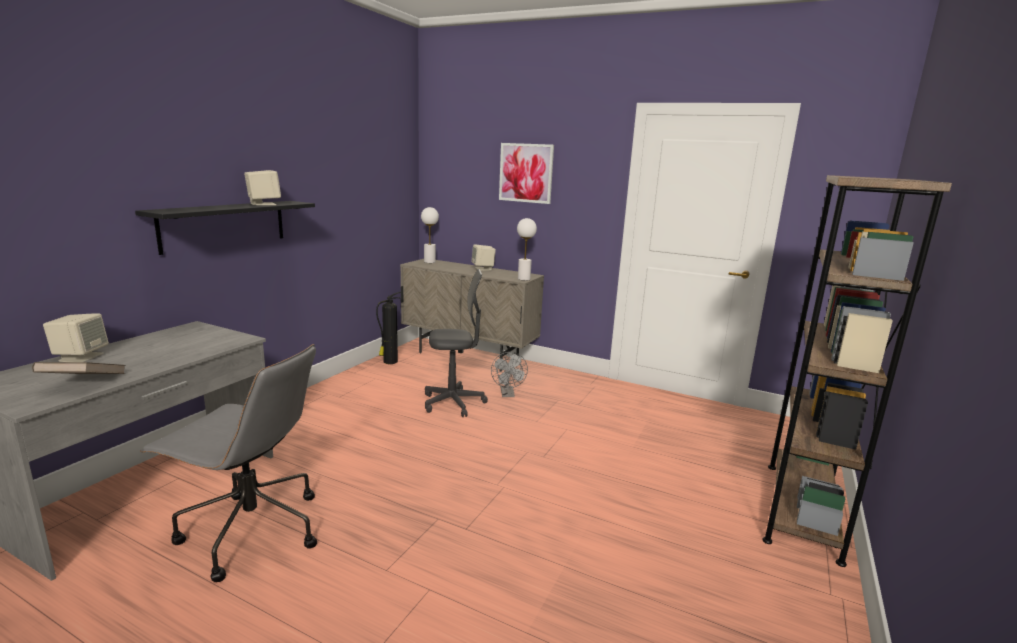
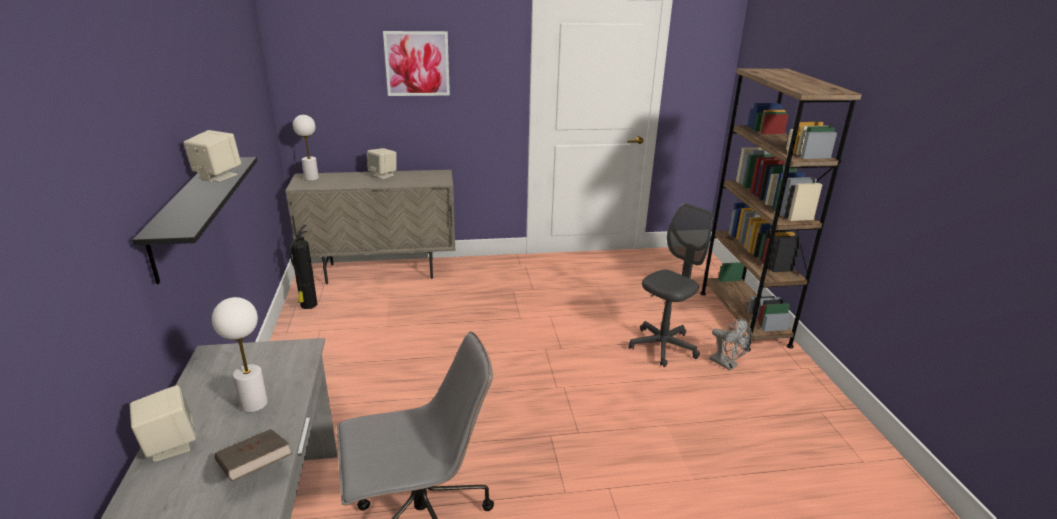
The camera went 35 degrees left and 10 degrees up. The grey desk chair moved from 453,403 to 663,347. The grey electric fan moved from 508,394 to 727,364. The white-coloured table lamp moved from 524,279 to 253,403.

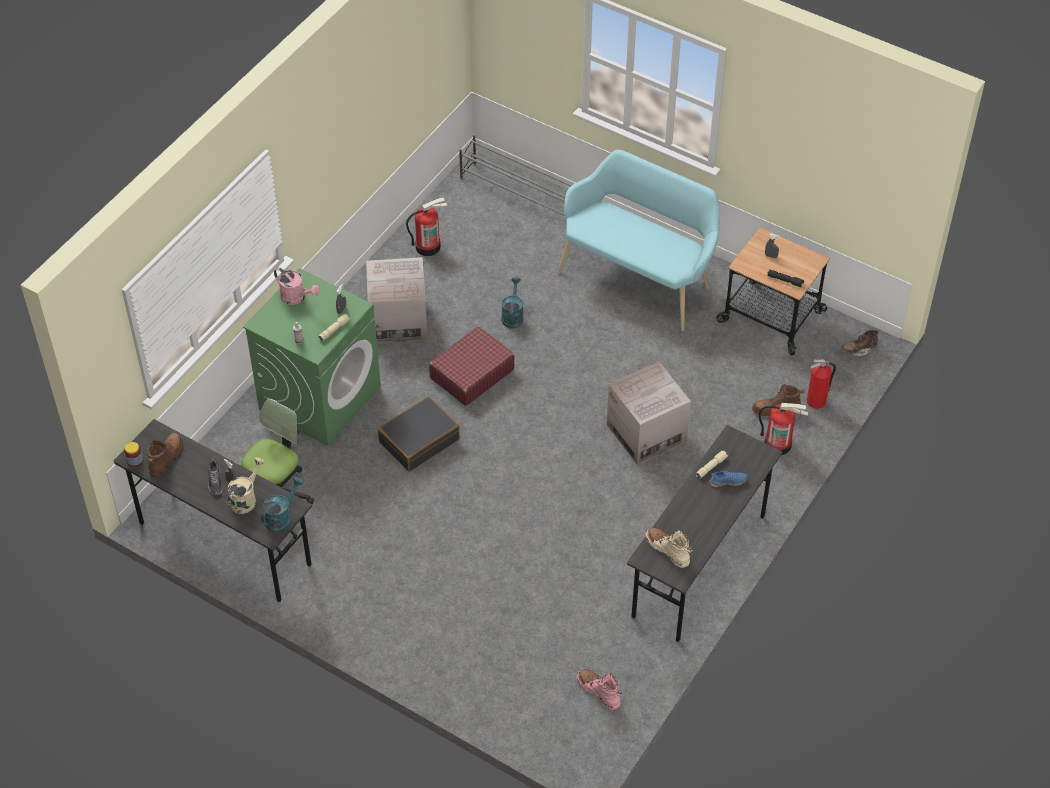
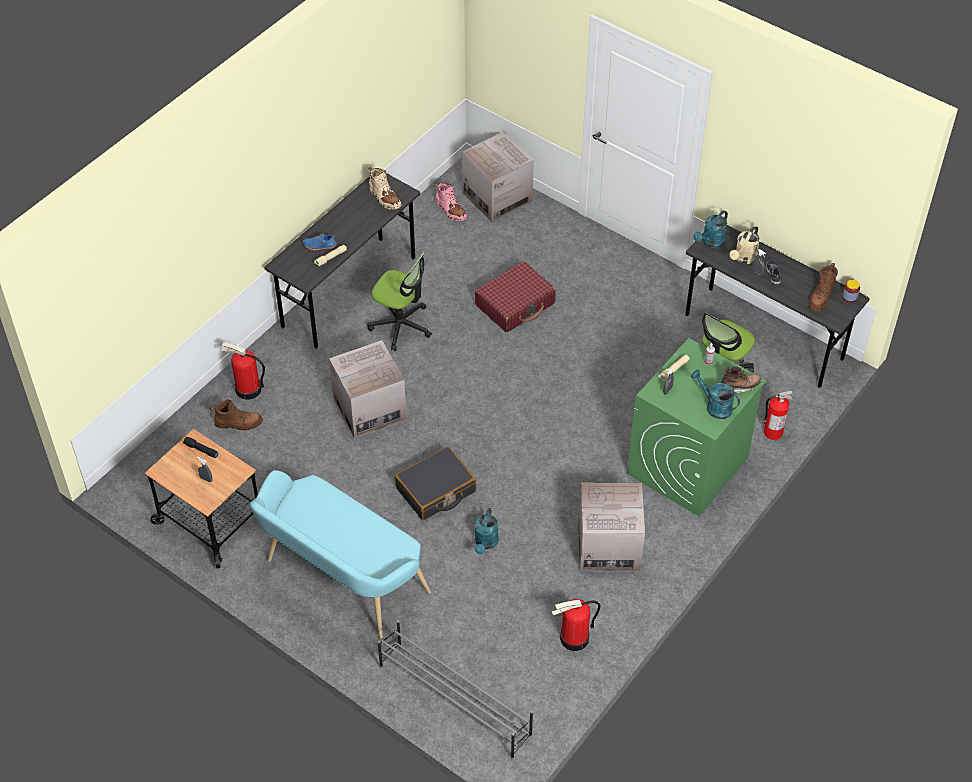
The camera went 175 degrees left and 0 degrees up. The pink watering pot at 296,298 became the turquoise watering pot at 714,406. The blackish piece of luggage moved from 419,440 to 436,490. The red piece of luggage moved from 471,374 to 515,304. The fire-fighting cylinder moved from 816,401 to 772,432. The brown-coloured high-top boot moved from 858,349 to 739,386. The desk chair at 401,325 appeared. The packing box at 497,197 appeared.

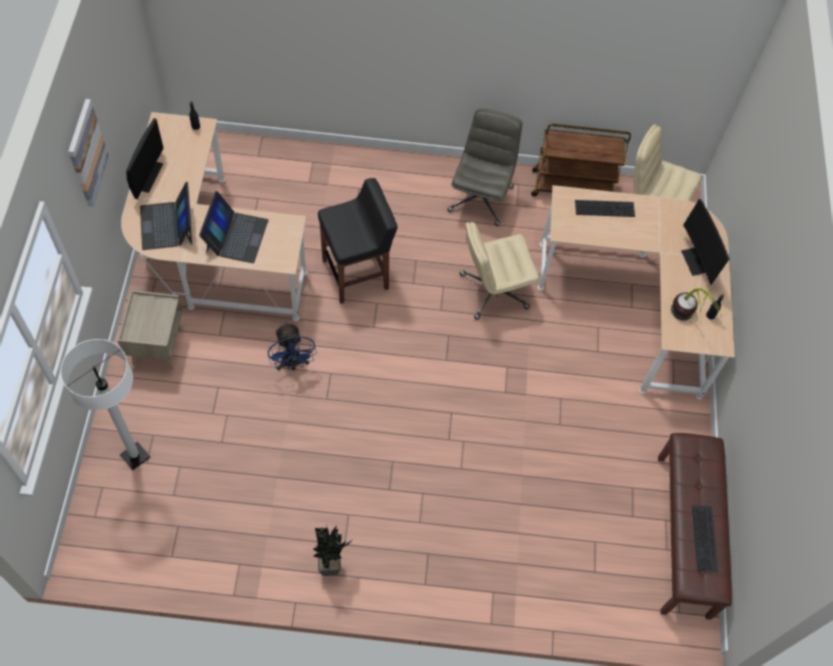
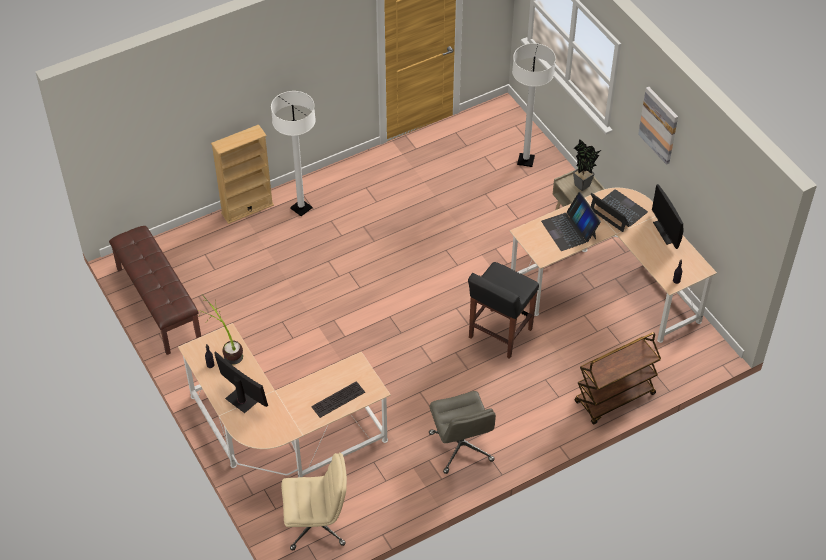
The camera went 150 degrees right and 10 degrees down. The blue-coloured electric fan at 292,364 disappeared. The houseplant moved from 331,564 to 582,187. The sand-coloured desk chair at 493,291 disappeared. The brown-coloured cart moved from 572,187 to 614,399. The computer keyboard at 705,538 disappeared. The sand-coloured bookshelf at 247,209 appeared. The white-coloured floor lamp at 301,208 appeared.

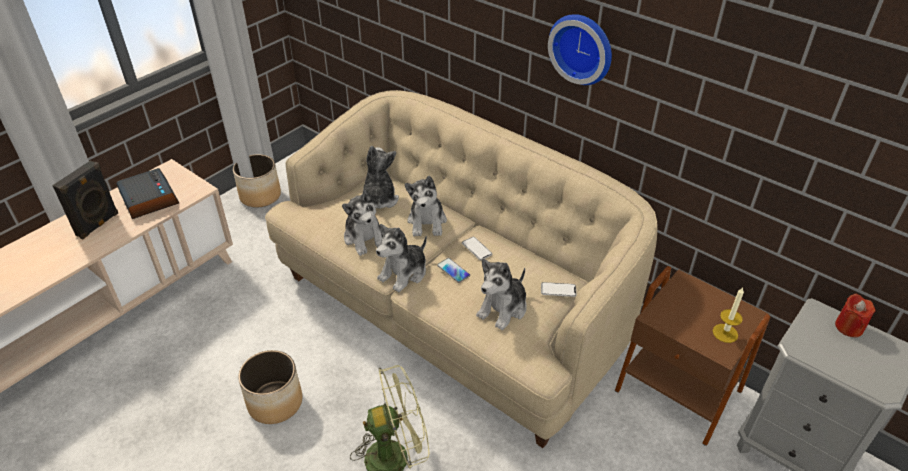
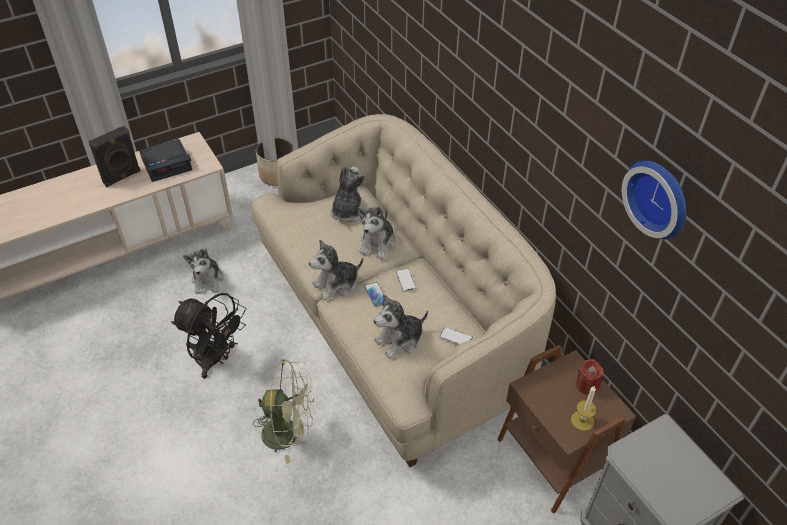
The camera went 20 degrees right and 5 degrees up. The alarm clock at 148,199 turned 75 degrees clockwise. The planter at 275,402 was replaced by the blackish electric fan at 215,360. The soft toy moved from 364,238 to 208,280. The wall clock moved from 582,48 to 659,197. The red wax light moved from 849,327 to 587,385.

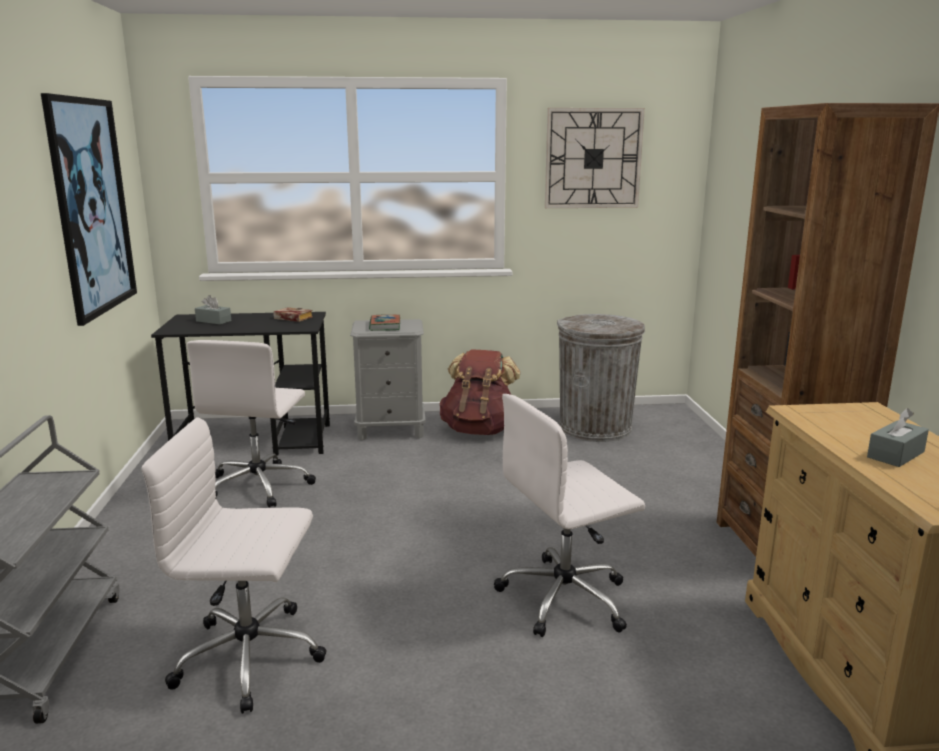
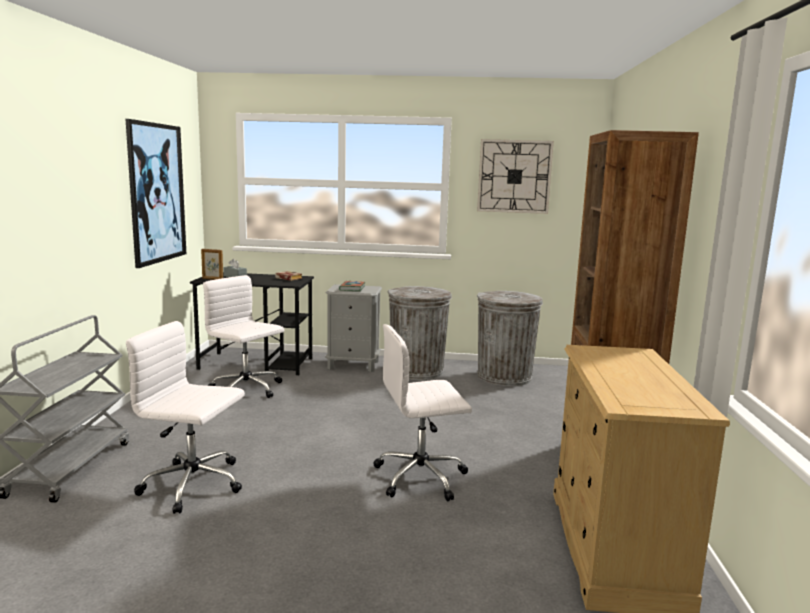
The camera went 10 degrees right and 5 degrees down. The white-coloured desk chair at 259,485 turned 105 degrees clockwise. The brown-coloured backpack at 480,430 was replaced by the grey trash can at 417,371. The grey box of tissues at 895,454 disappeared. The photo frame at 212,279 appeared.

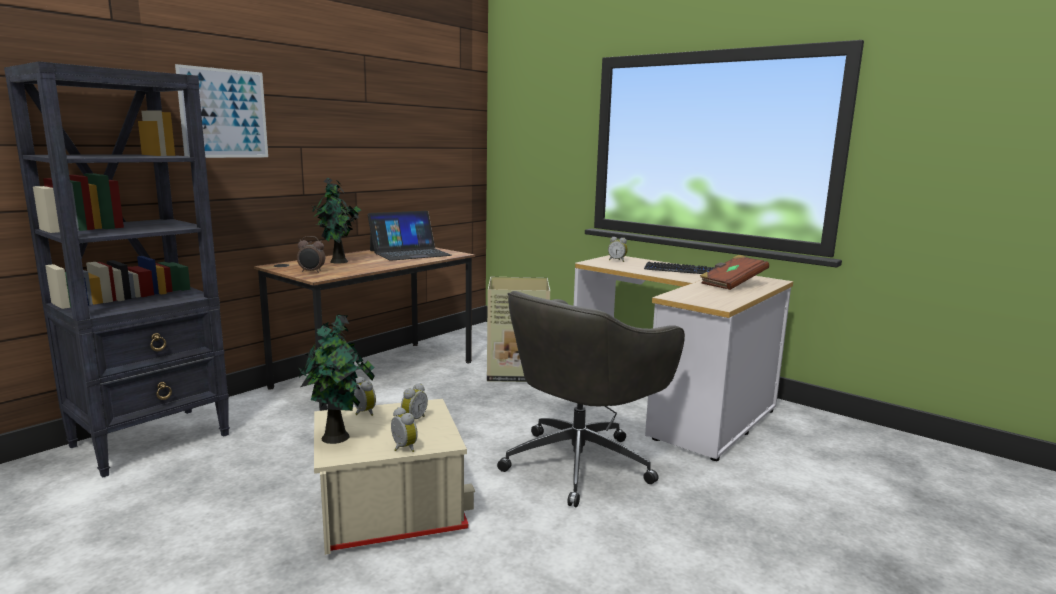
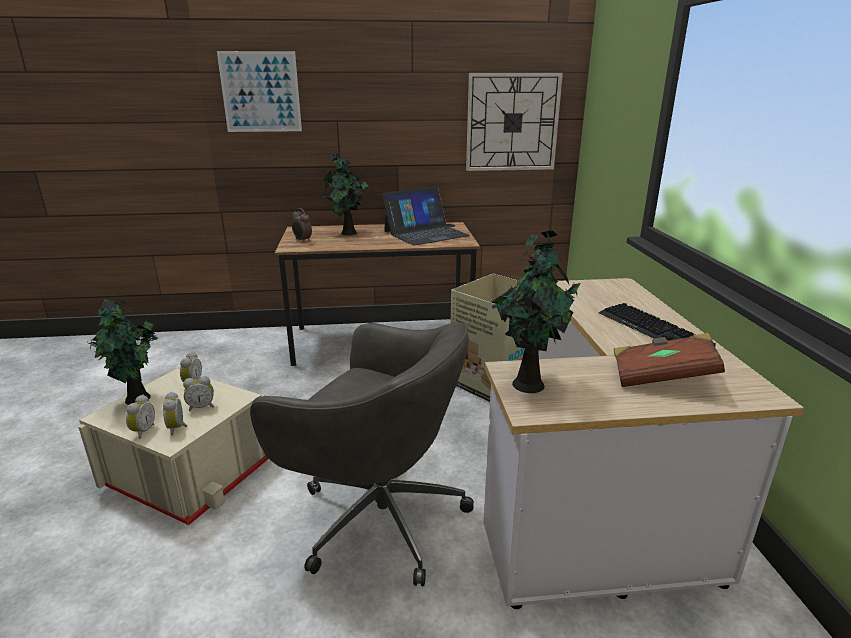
The camera went 45 degrees right and 10 degrees up. The blackish bookshelf at 152,440 disappeared. The laptop at 410,253 turned 45 degrees counterclockwise. The grey desk chair at 581,462 turned 150 degrees counterclockwise. The alarm clock moved from 617,260 to 178,428. The wall clock at 512,122 appeared. The houseplant at 528,383 appeared.

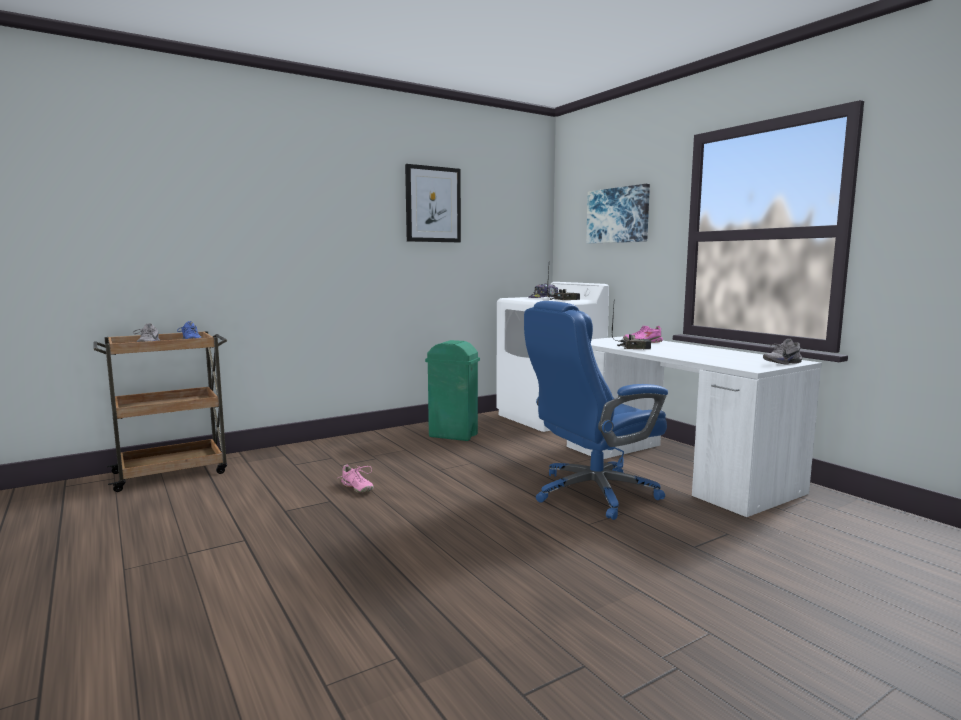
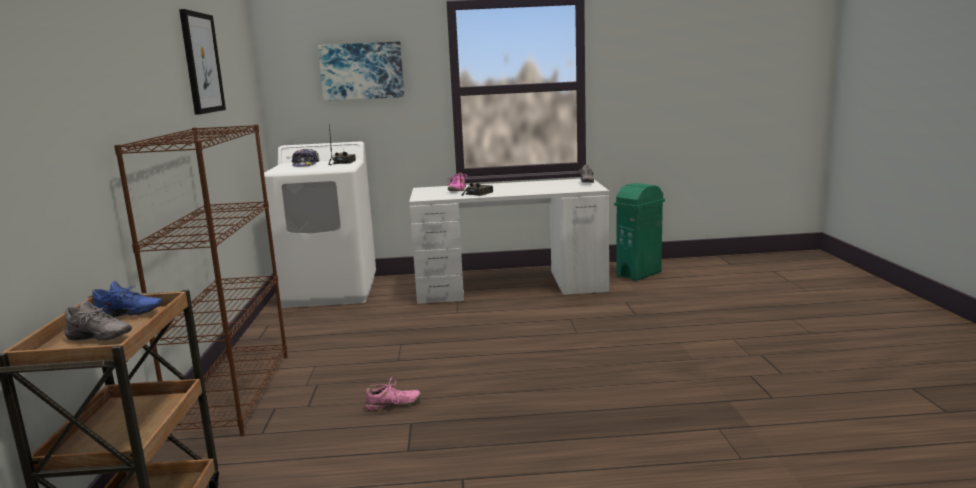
The camera went 60 degrees left and 5 degrees up. The greenish trash can moved from 453,435 to 639,274. The blue-coloured desk chair at 592,493 disappeared. The brown-coloured bookshelf at 234,393 appeared.

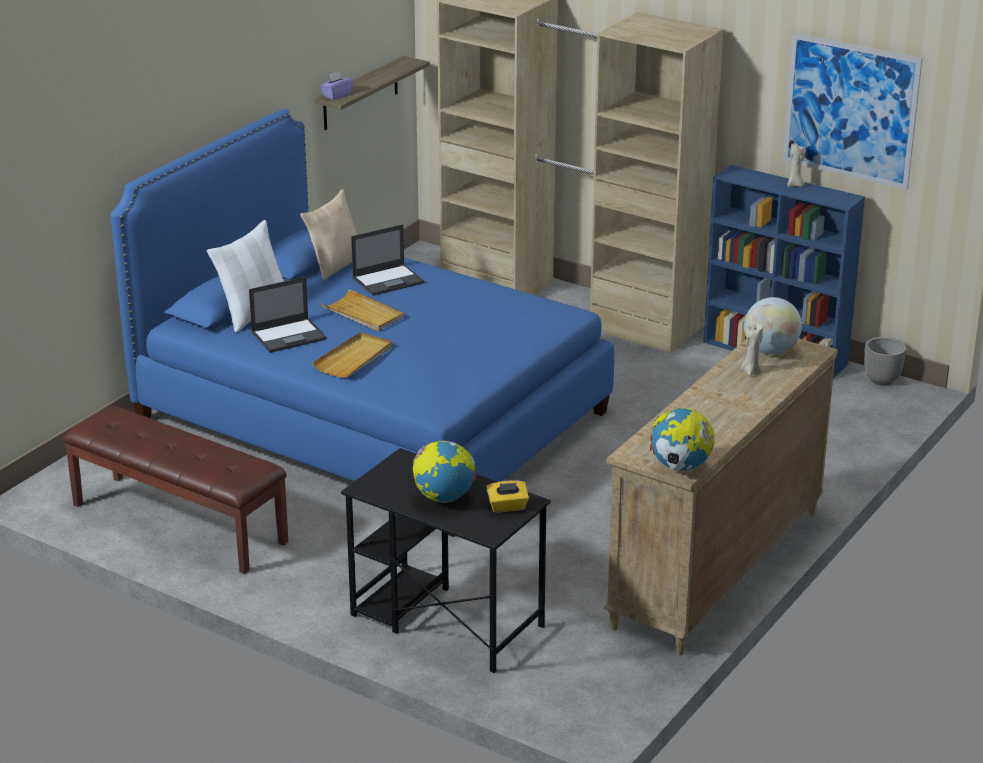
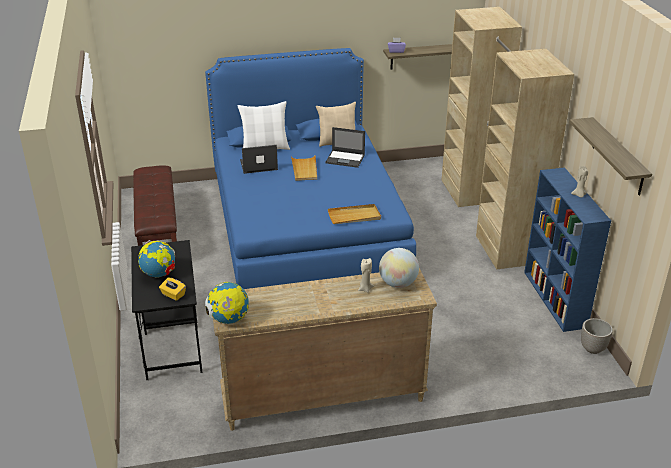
The camera went 45 degrees right and 5 degrees up. The laptop at 289,335 turned 150 degrees clockwise. The sand-coloured tray moved from 354,358 to 354,216. The picture at 850,110 was replaced by the wall shelf at 618,157.

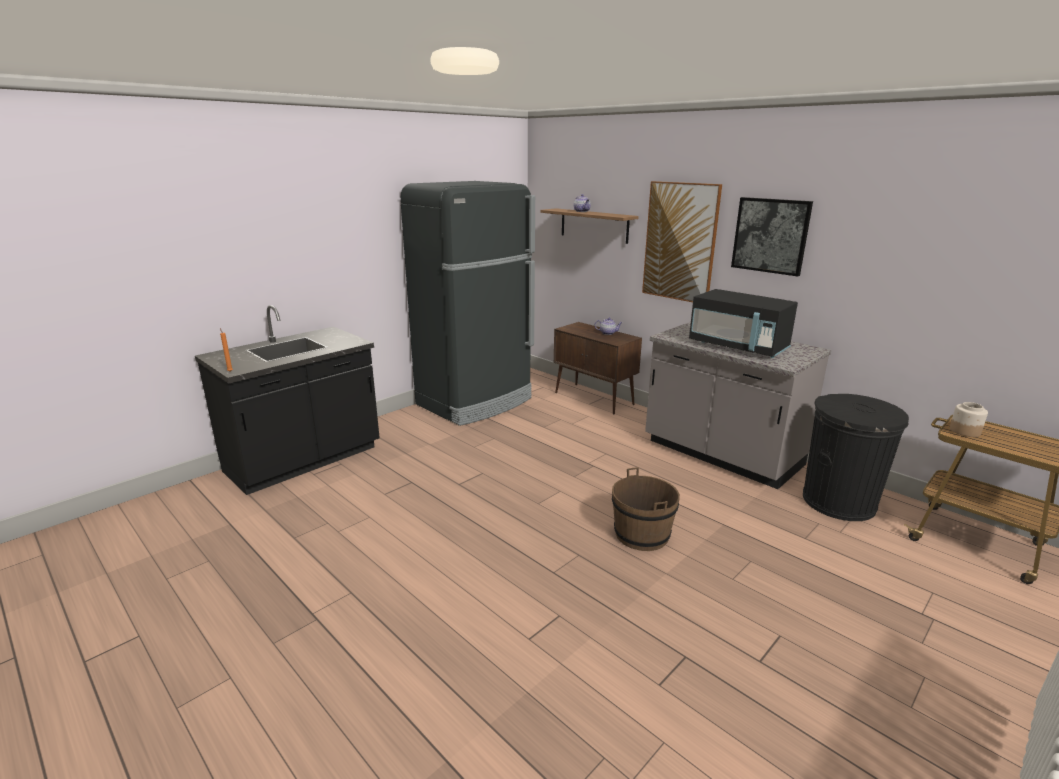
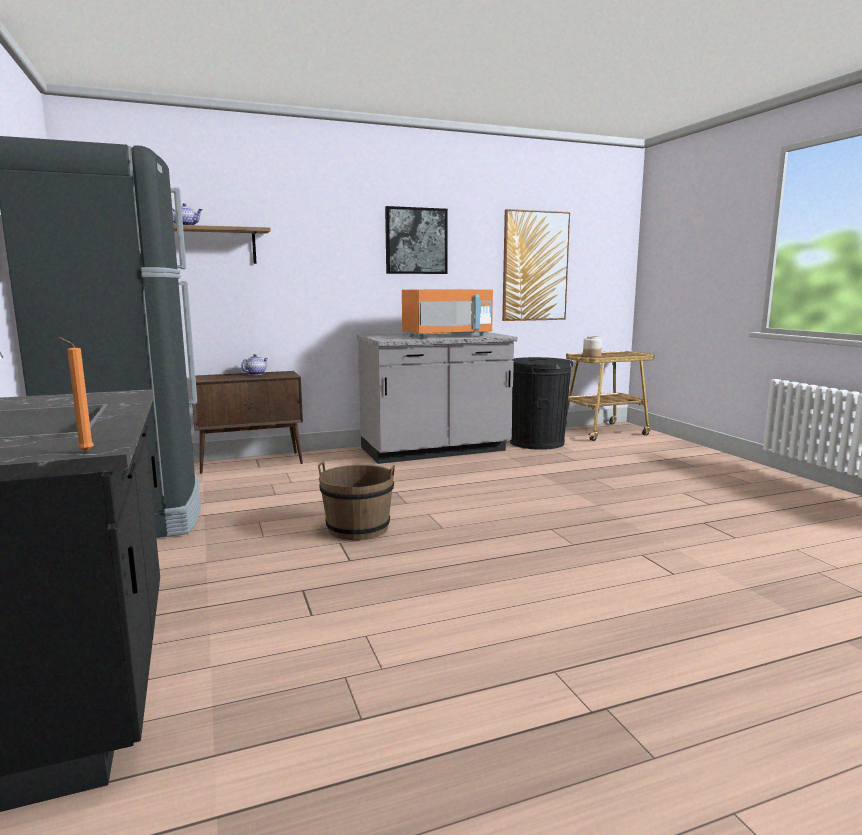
The camera went 65 degrees left and 10 degrees down. The brown-coloured pail moved from 641,534 to 358,528. The picture moved from 680,242 to 535,266. The blackish kitchen microwave at 738,347 became the orangey kitchen microwave at 447,336.

